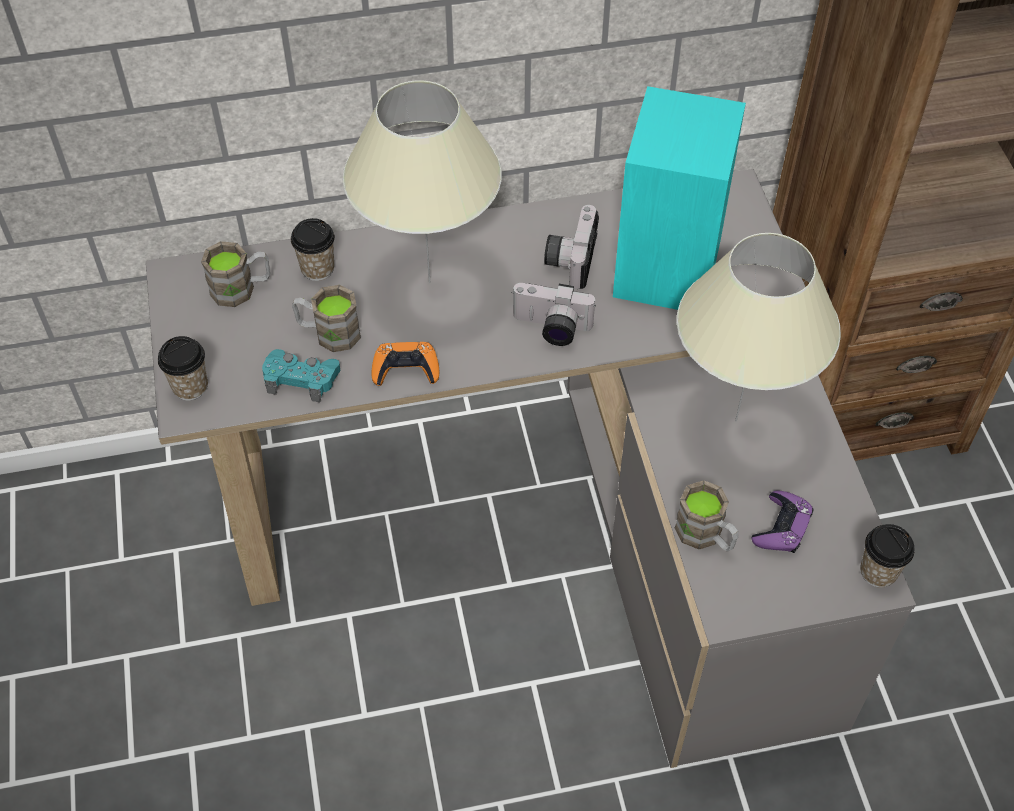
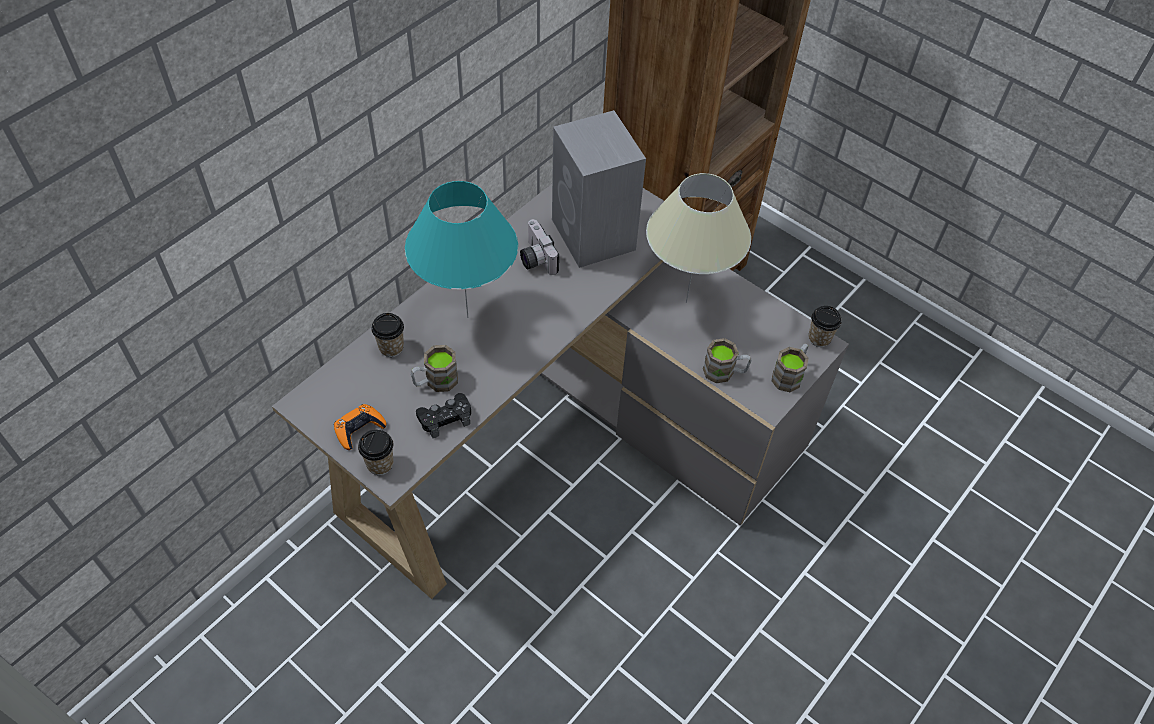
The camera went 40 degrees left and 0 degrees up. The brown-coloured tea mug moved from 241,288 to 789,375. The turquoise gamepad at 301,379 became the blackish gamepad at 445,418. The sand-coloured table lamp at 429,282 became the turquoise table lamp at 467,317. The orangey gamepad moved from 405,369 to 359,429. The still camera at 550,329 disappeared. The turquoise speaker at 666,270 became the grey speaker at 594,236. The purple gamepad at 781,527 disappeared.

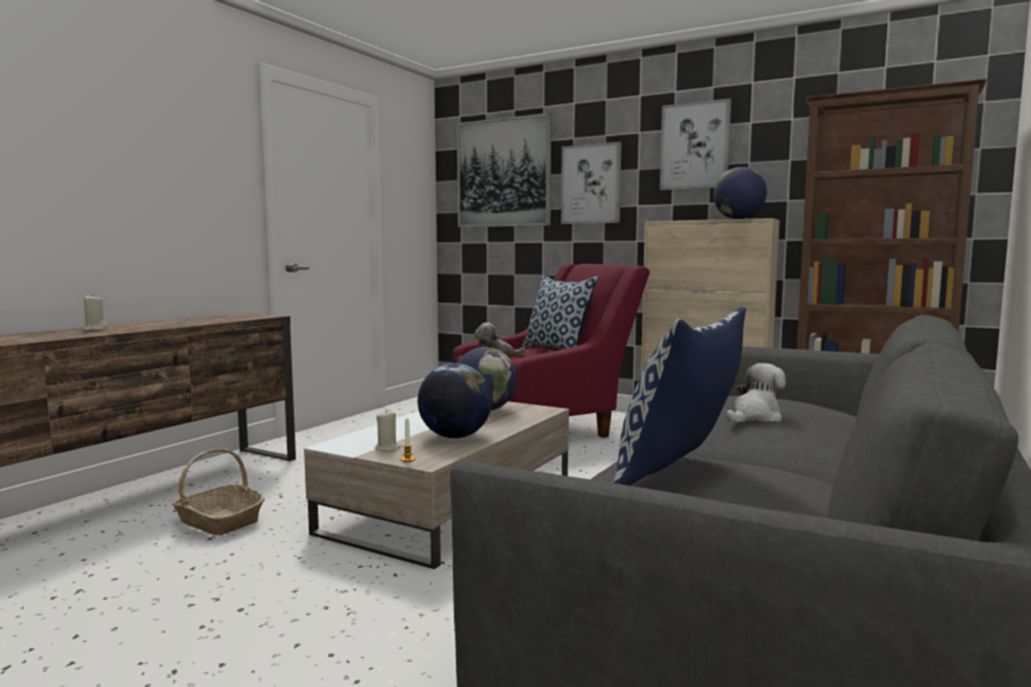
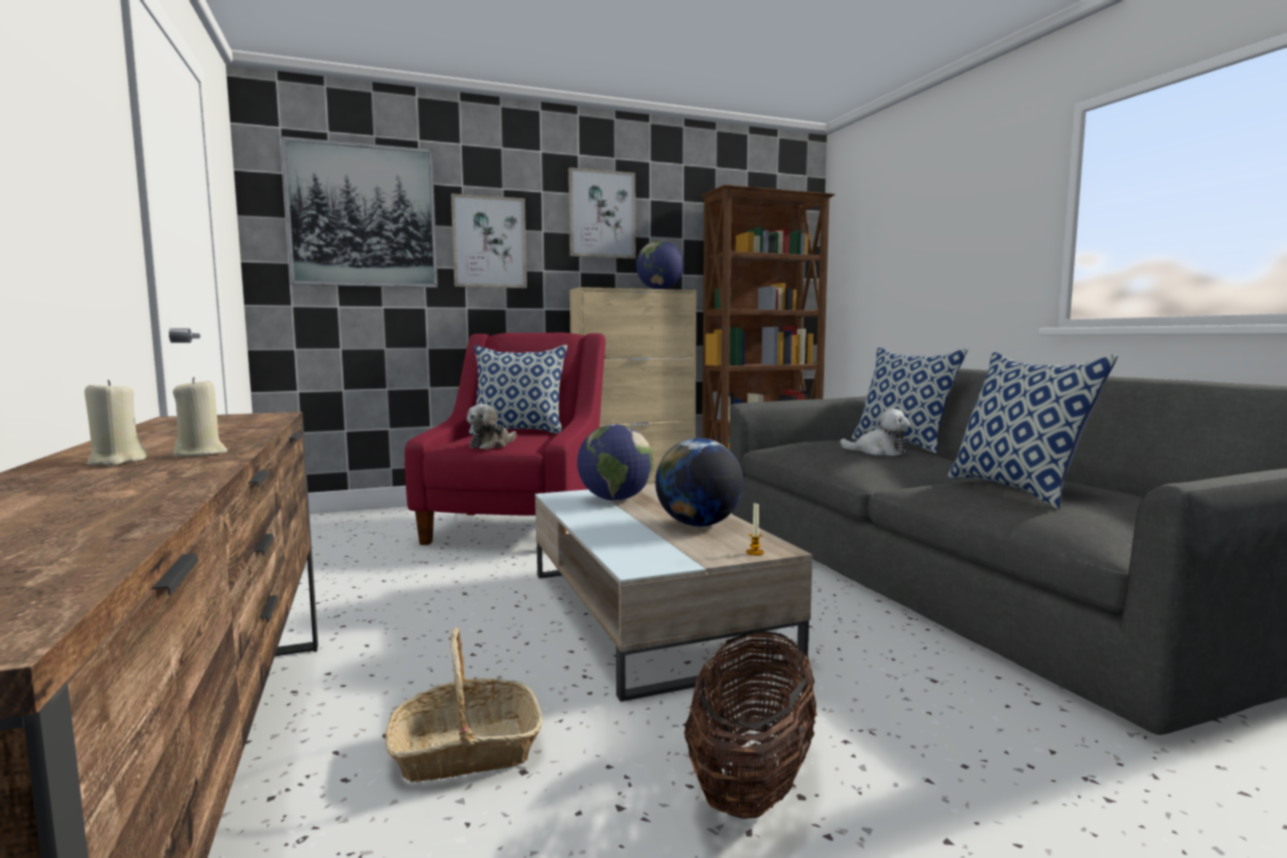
The camera went 50 degrees left and 0 degrees up. The sand-coloured wax light moved from 387,448 to 201,453. The soft toy at 754,417 turned 120 degrees clockwise. The basket at 752,781 appeared. The cushion at 903,445 appeared.

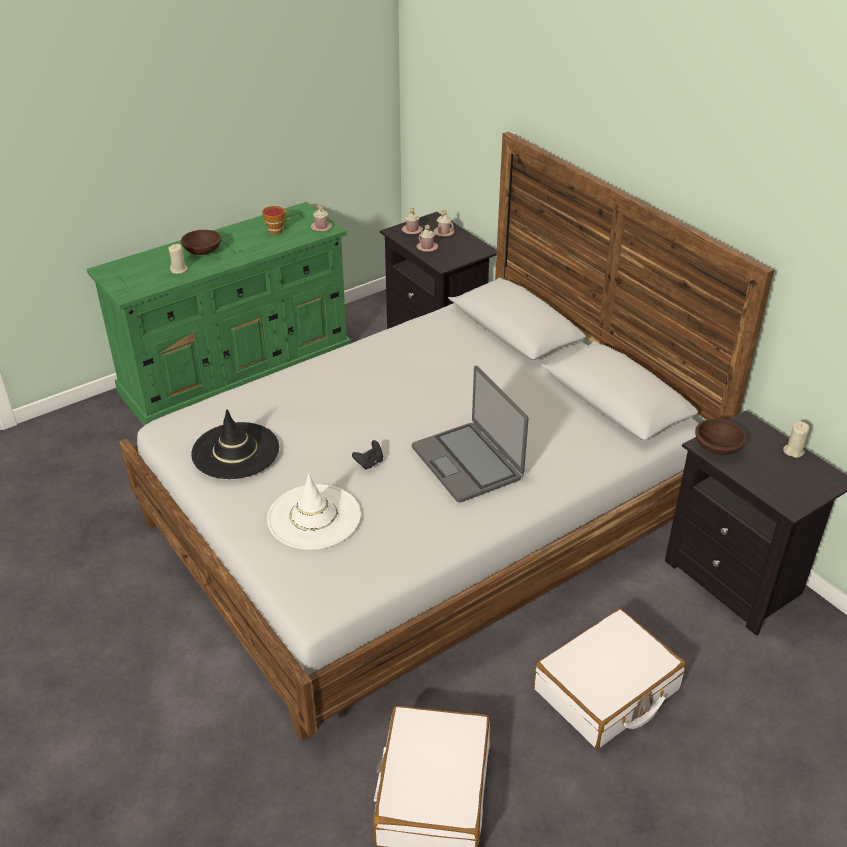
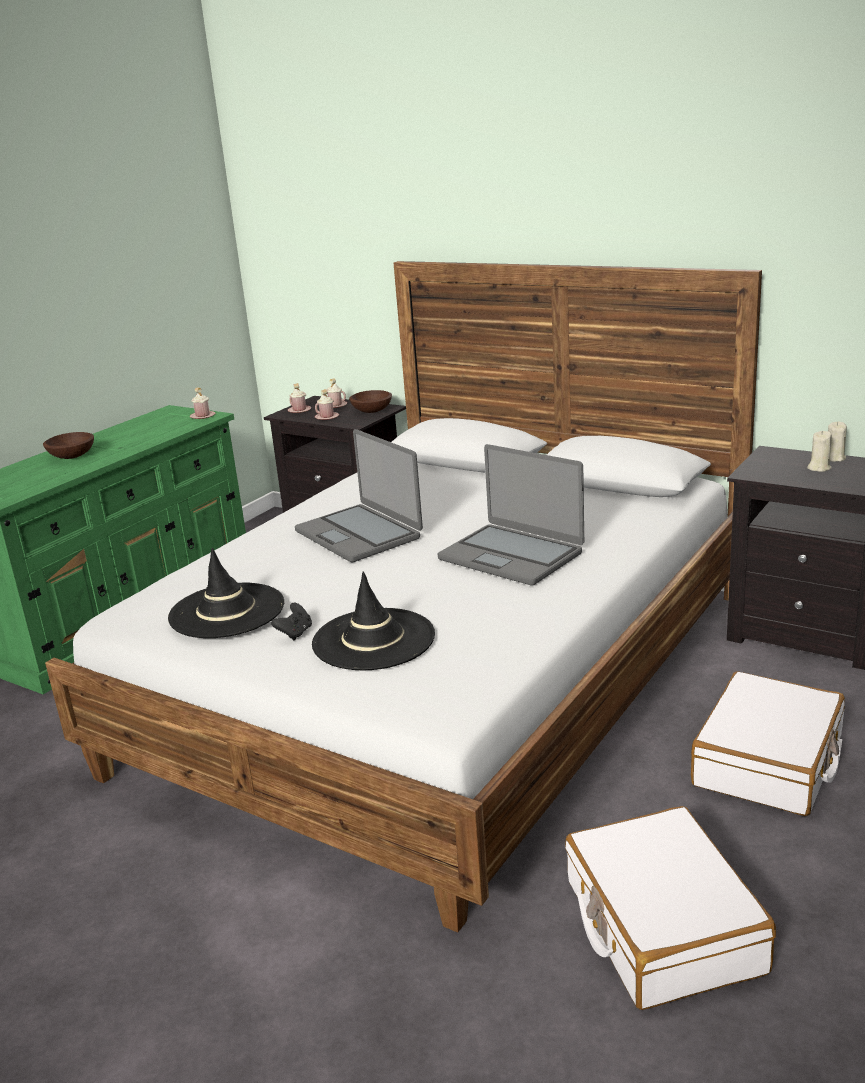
The camera went 20 degrees left and 15 degrees down. The sand-coloured wax light moved from 179,270 to 819,468. The drinking cup at 277,230 disappeared. The white-coloured hat at 314,517 became the blackish hat at 373,640. The blackish gamepad moved from 369,463 to 295,633. The brown-coloured deep dish moved from 717,447 to 371,411. The laptop at 359,534 appeared.

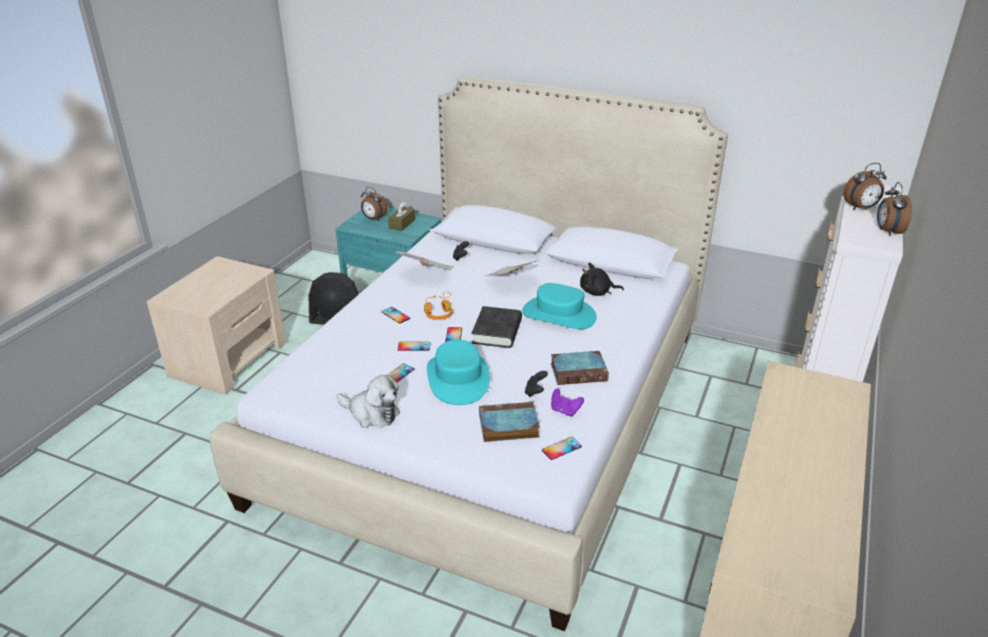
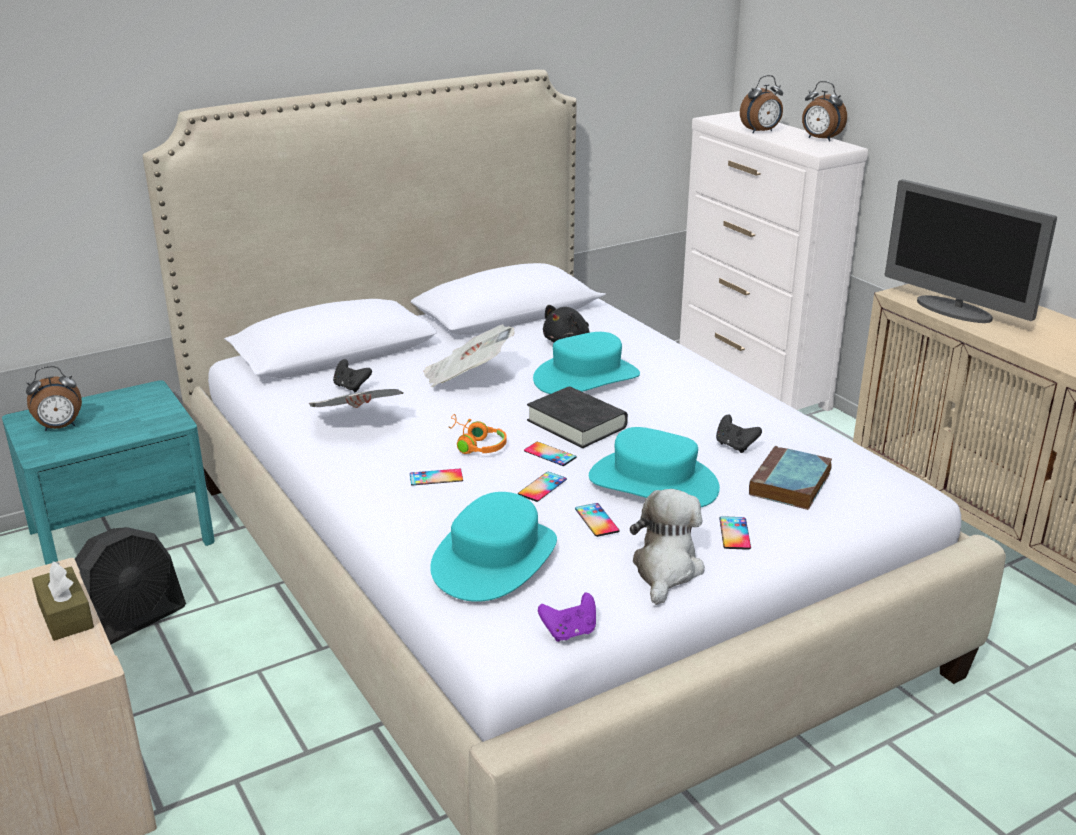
The camera went 55 degrees left and 5 degrees down. The soft toy at 371,413 turned 45 degrees counterclockwise. The brown-coloured box of tissues moved from 402,224 to 65,615. The phone moved from 561,448 to 734,533. The volume at 579,371 disappeared. The purple gamepad moved from 565,411 to 569,632. The alarm clock at 861,208 turned 45 degrees clockwise. The turquoise hat at 495,559 appeared. The computer display at 954,310 appeared.

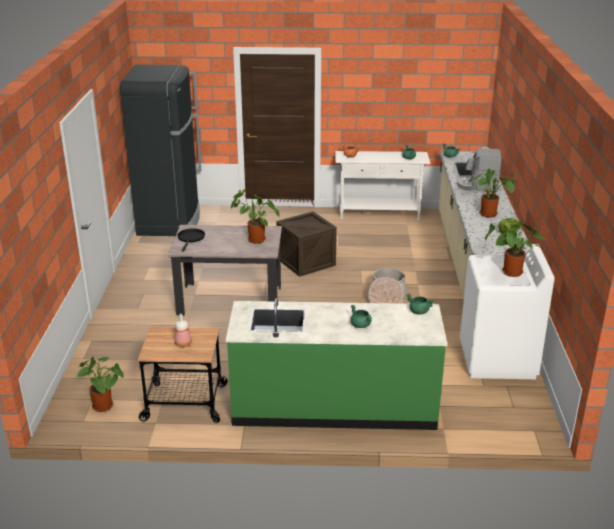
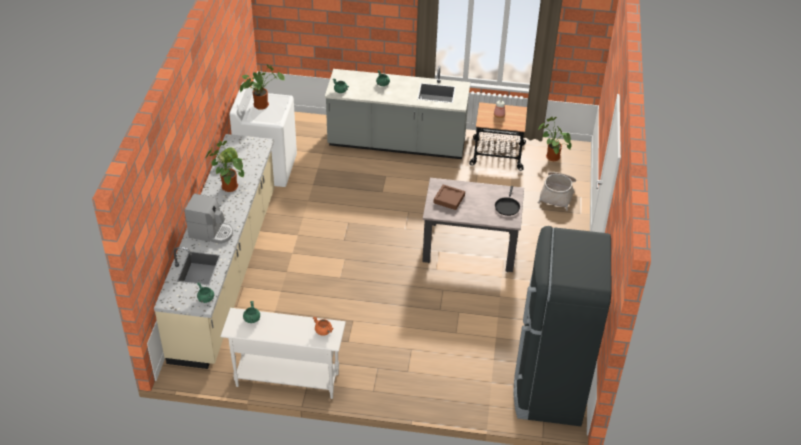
The camera went 175 degrees left and 15 degrees up. The greenish kitchen counter at 334,406 became the grey kitchen counter at 396,144. The houseplant at 254,240 was replaced by the brown-coloured tray at 449,199. The shipping crate at 306,262 disappeared. The basket moved from 386,298 to 557,194.

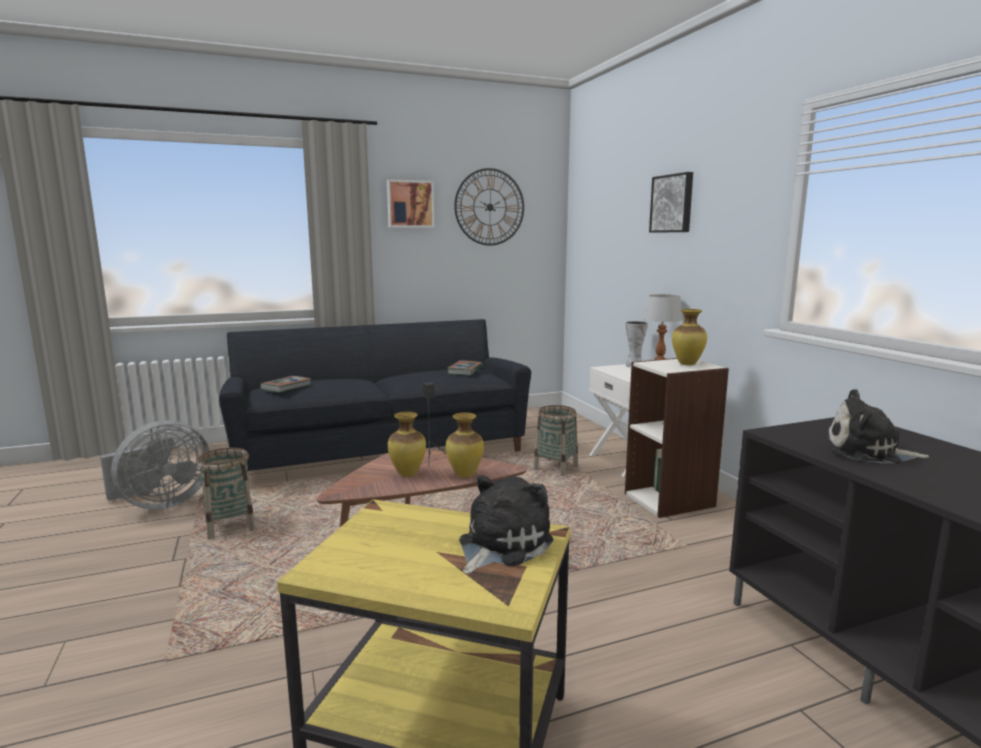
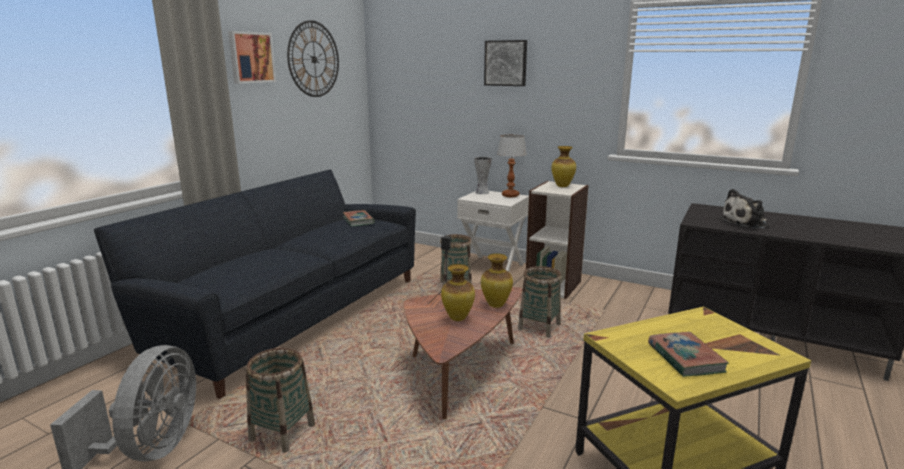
The camera went 40 degrees left and 5 degrees up. The volume moved from 286,387 to 685,358. The soft toy at 501,544 disappeared. The basket at 539,327 appeared.

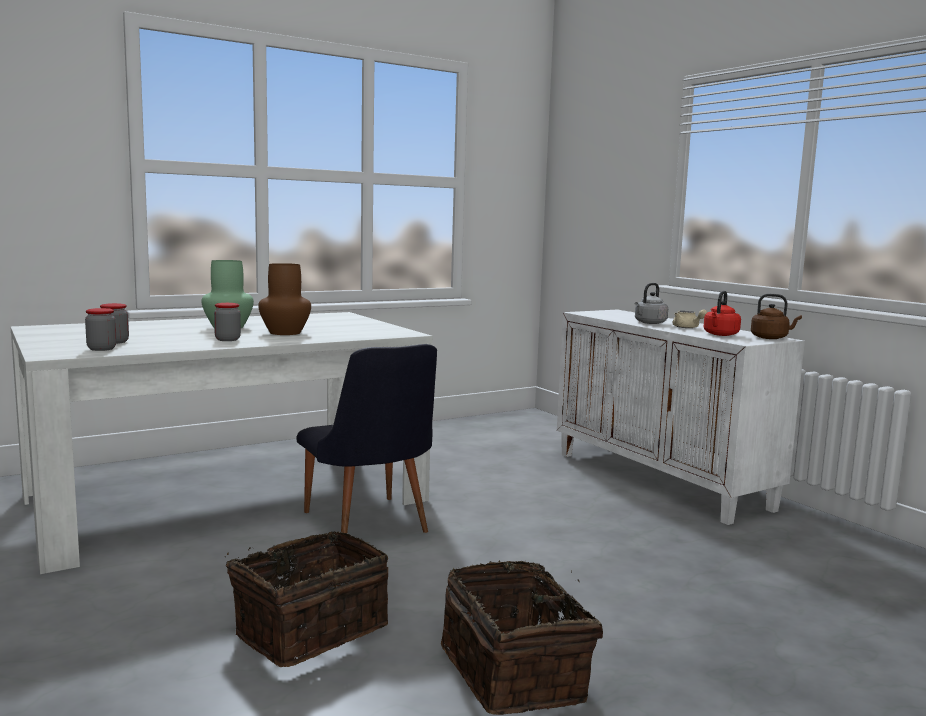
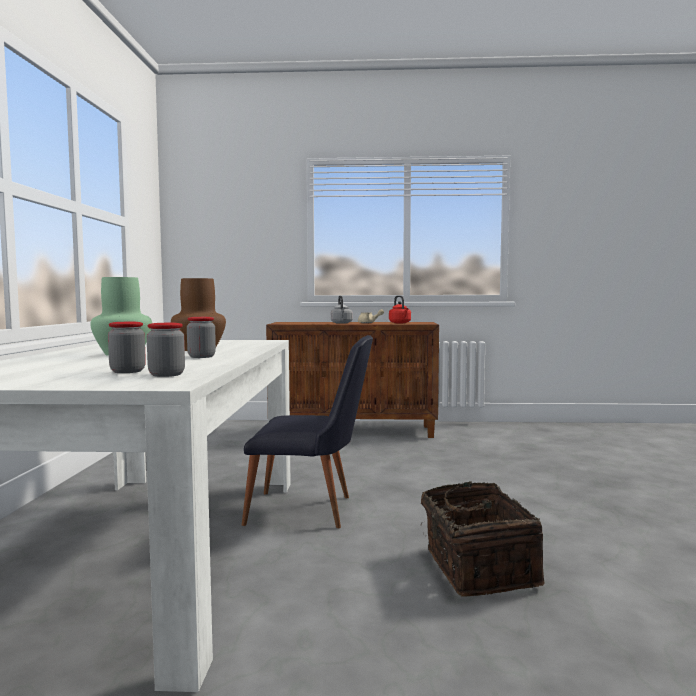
The camera went 55 degrees left and 5 degrees down. The basket at 516,672 disappeared. The white-coloured cabinet at 661,480 became the brown-coloured cabinet at 354,431. The brown-coloured tea kettle at 771,338 disappeared.

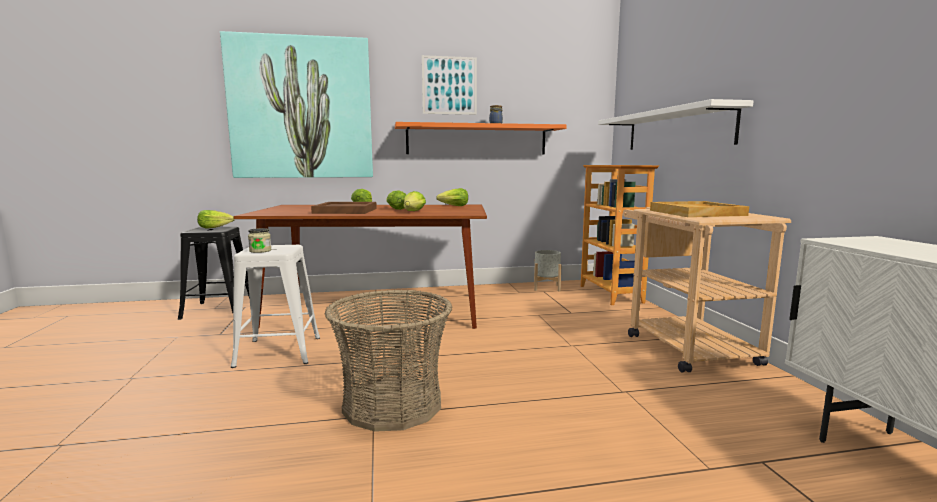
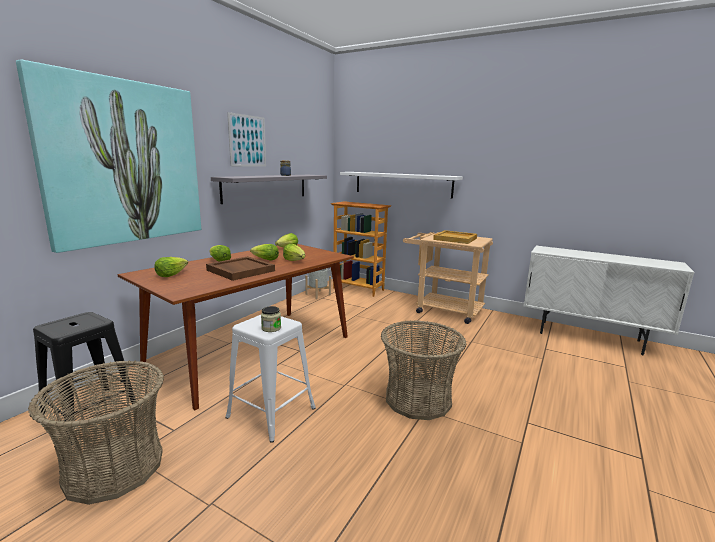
The camera went 50 degrees left and 5 degrees up. The lettuce moved from 215,228 to 171,275. The orangey wall shelf at 477,140 became the grey wall shelf at 266,187. The basket at 114,467 appeared.

